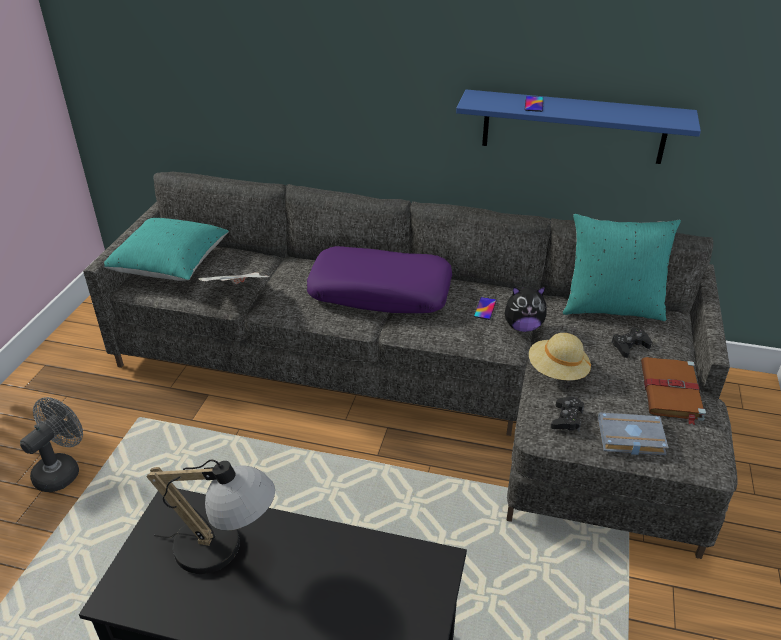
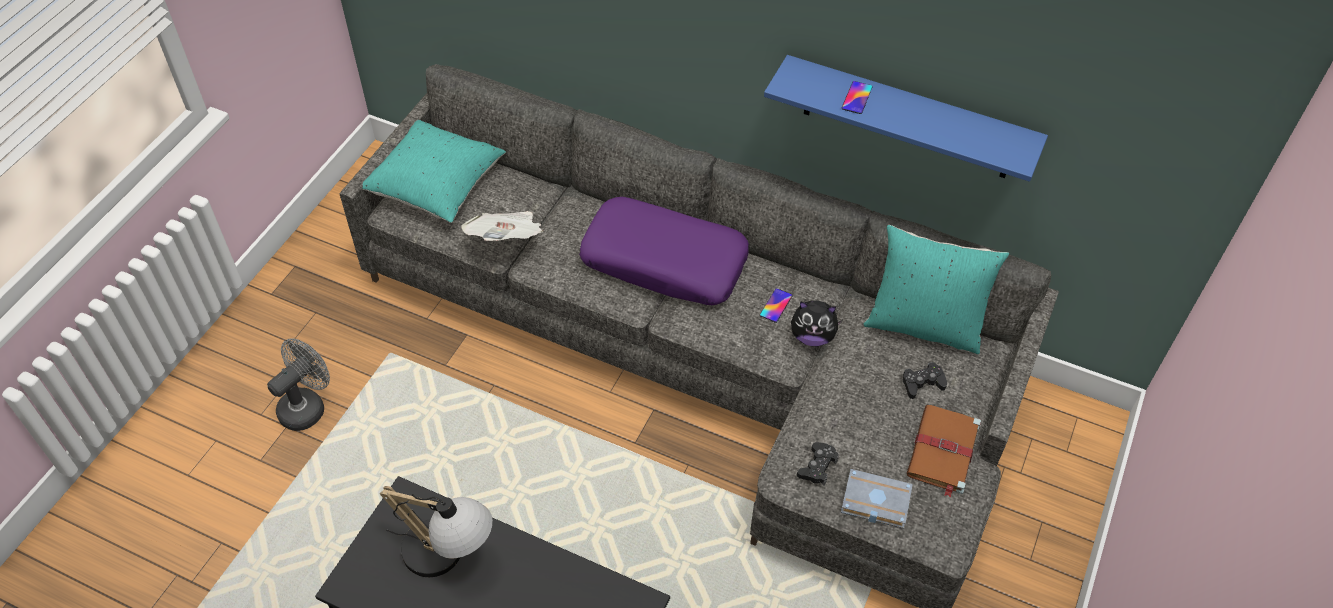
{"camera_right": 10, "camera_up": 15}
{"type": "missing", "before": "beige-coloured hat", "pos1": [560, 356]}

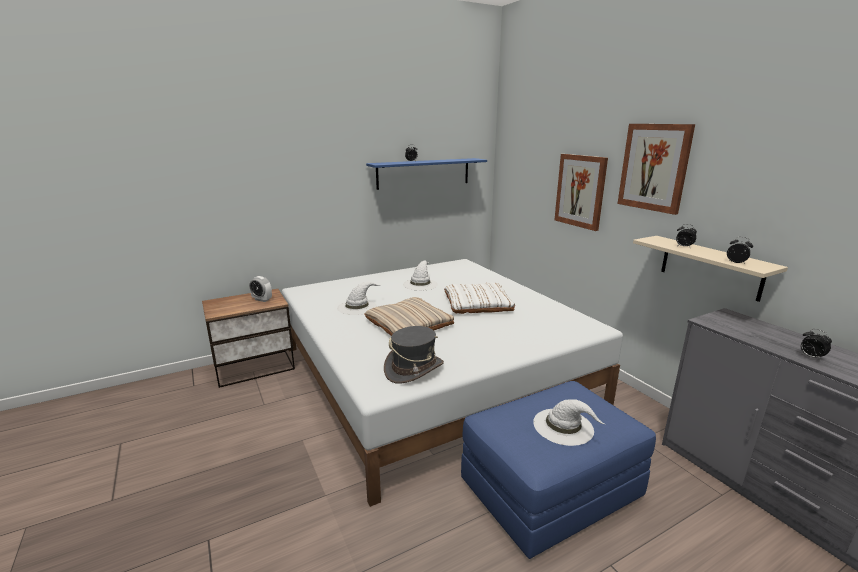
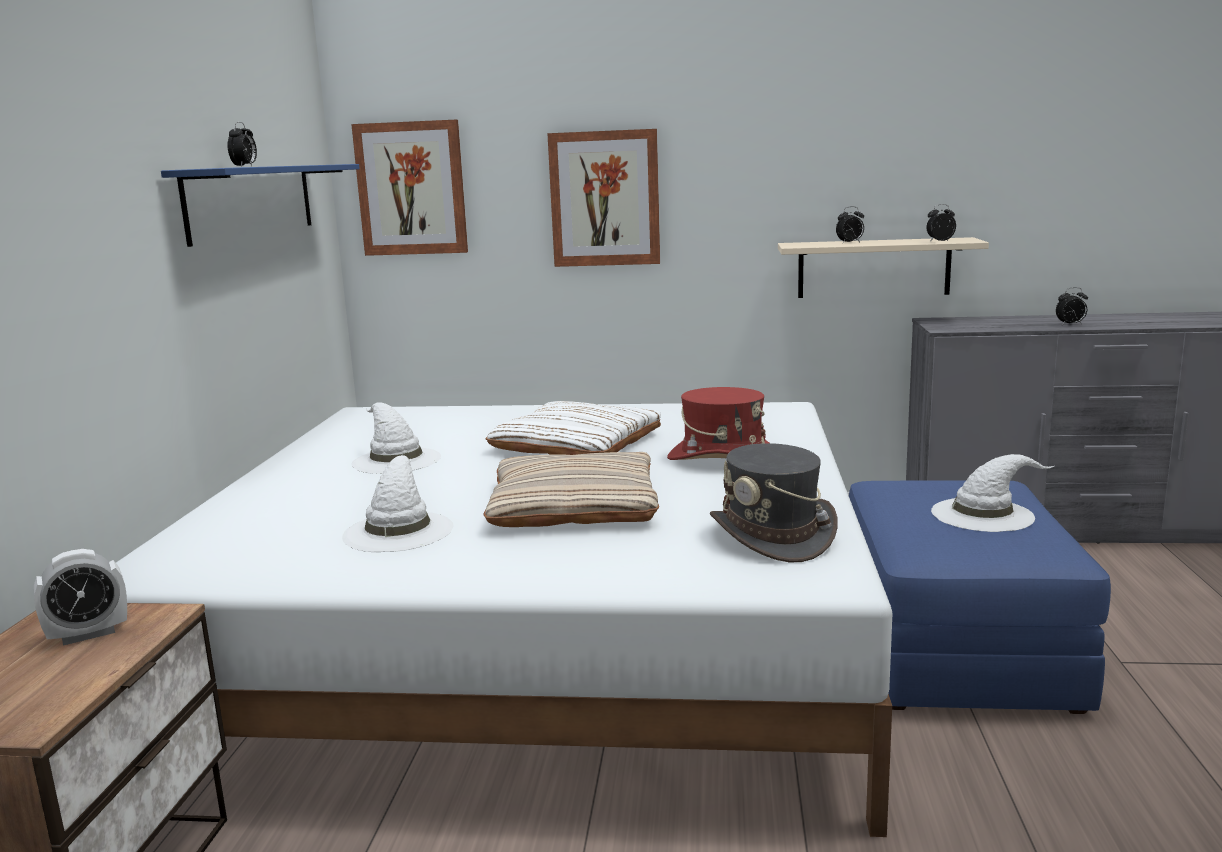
{"camera_right": -55, "camera_up": -5}
{"type": "relocated", "before": "wall art", "pos1": [656, 169], "pos2": [409, 188]}
{"type": "appeared", "after": "red-coloured hat", "pos2": [718, 423]}

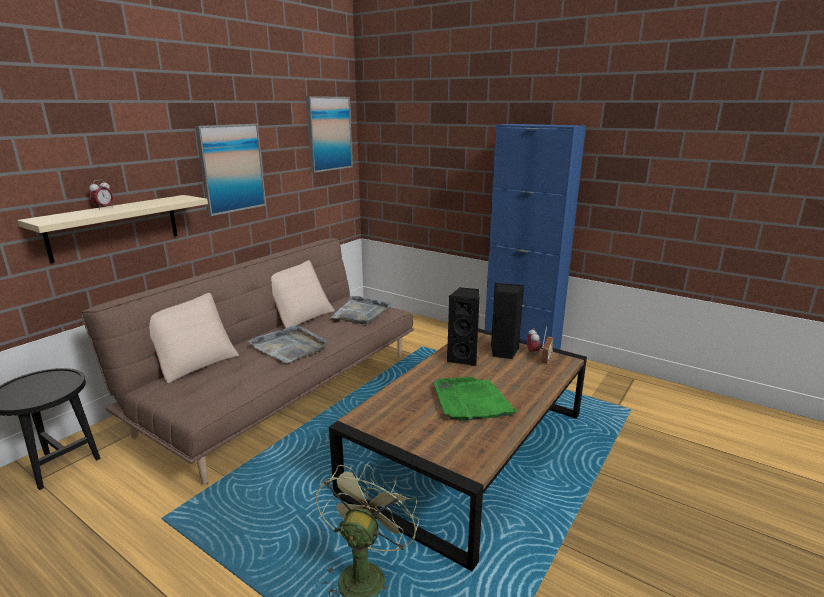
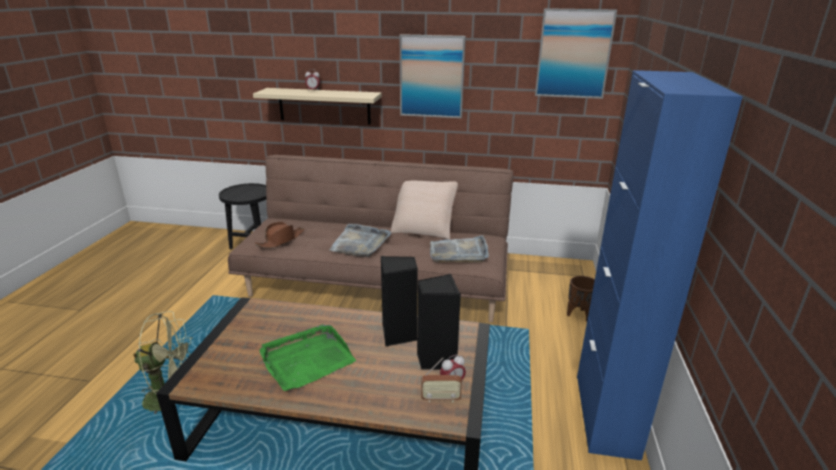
{"camera_right": 65, "camera_up": 5}
{"type": "appeared", "after": "brown hat", "pos2": [279, 235]}
{"type": "appeared", "after": "brown flower pot", "pos2": [581, 299]}
{"type": "missing", "before": "beige-coloured throw pillow", "pos1": [194, 338]}

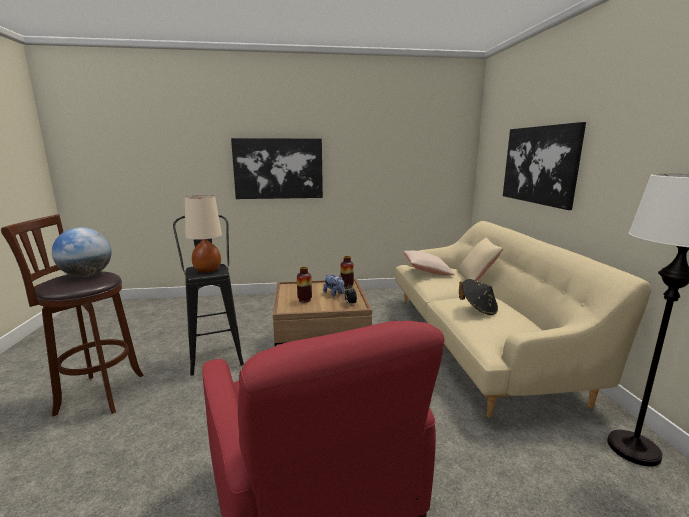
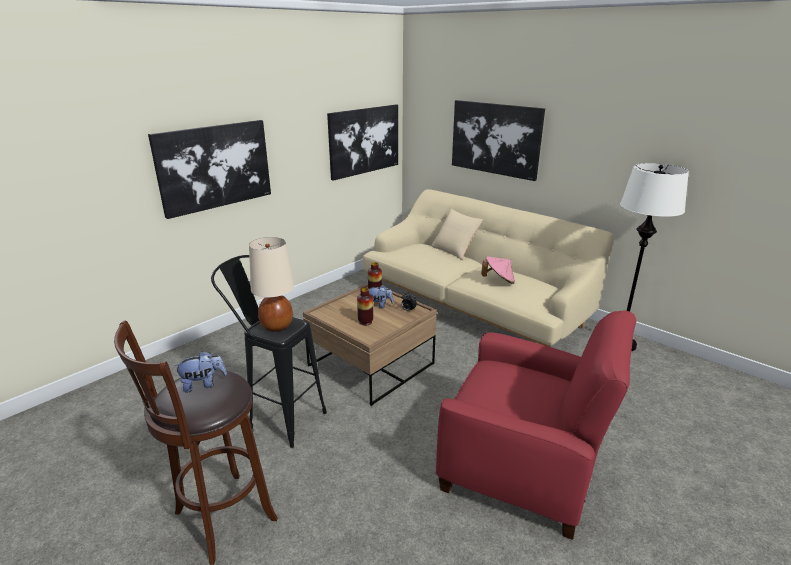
{"camera_right": -40, "camera_up": 10}
{"type": "exchanged", "before": "globe", "after": "plush toy", "pos1": [81, 252], "pos2": [200, 372]}
{"type": "appeared", "after": "wall art", "pos2": [362, 143]}
{"type": "colour", "before": "black-coloured hat", "after": "pink hat", "pos1": [478, 297], "pos2": [498, 270]}
{"type": "missing", "before": "beige-coloured throw pillow", "pos1": [429, 263]}

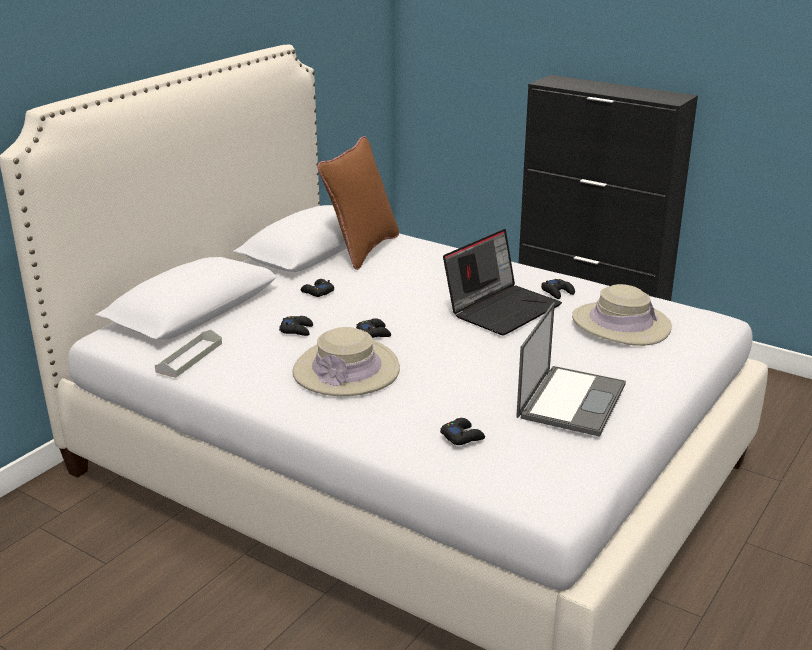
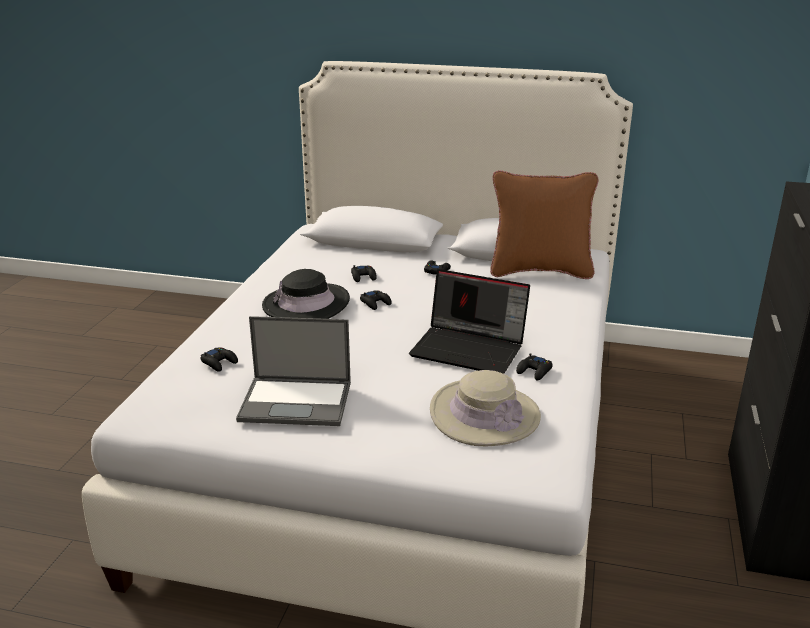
{"camera_right": 70, "camera_up": 0}
{"type": "colour", "before": "beige-coloured hat", "after": "black-coloured hat", "pos1": [346, 361], "pos2": [306, 294]}
{"type": "missing", "before": "grey tray", "pos1": [188, 354]}

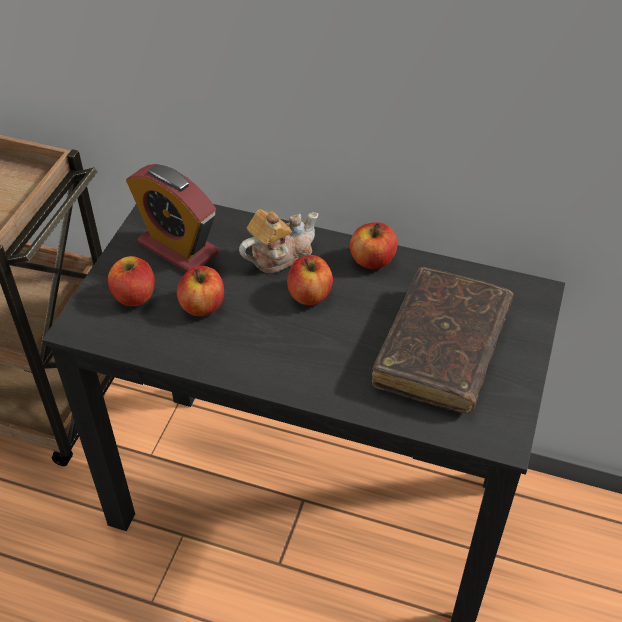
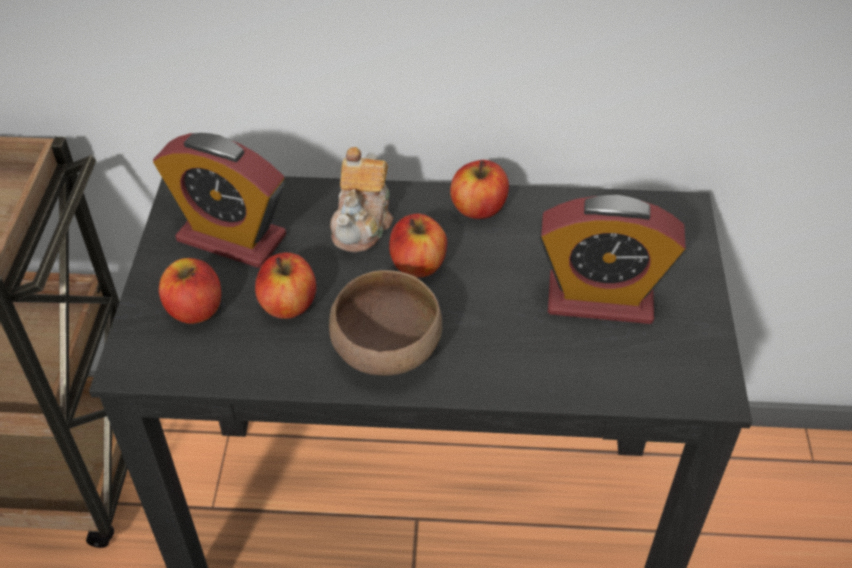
{"camera_right": -15, "camera_up": 0}
{"type": "appeared", "after": "brown deep dish", "pos2": [385, 323]}
{"type": "spun", "before": "tea pot", "pos1": [279, 241], "pos2": [362, 199], "turn": 150}
{"type": "exchanged", "before": "brown book", "after": "bedside clock", "pos1": [442, 340], "pos2": [612, 259]}

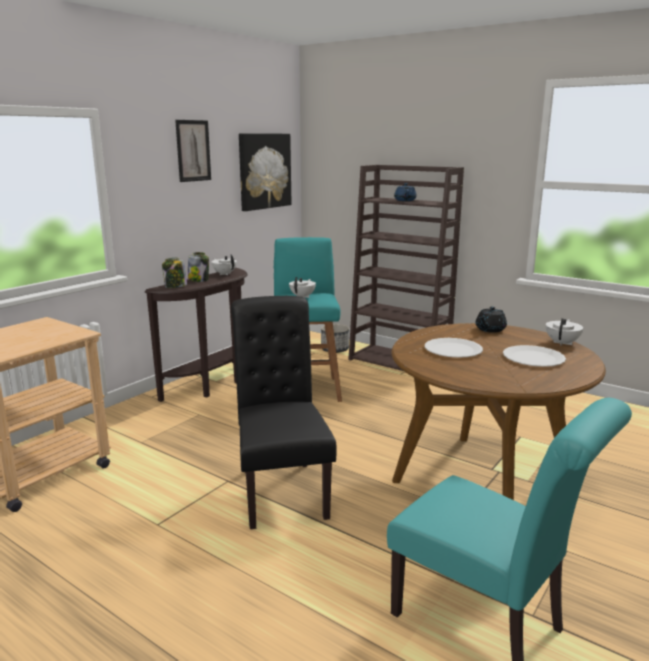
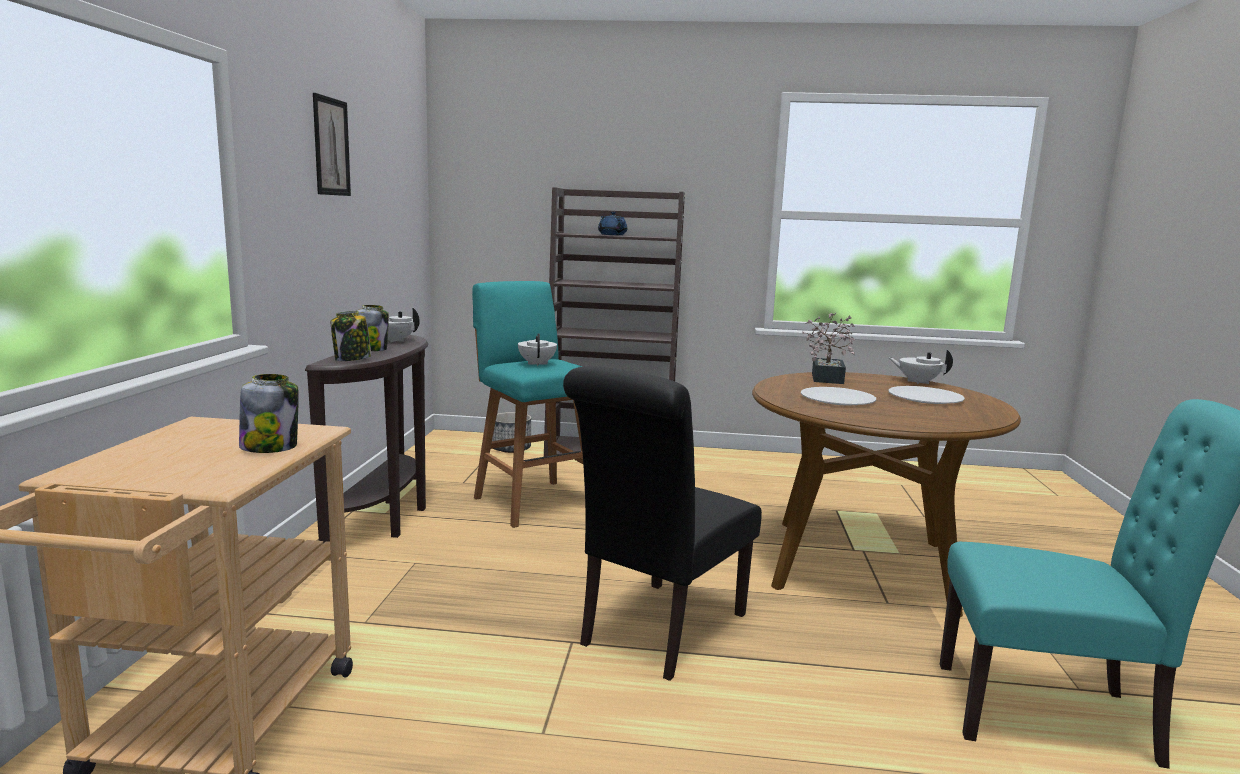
{"camera_right": -30, "camera_up": -5}
{"type": "appeared", "after": "storage jar", "pos2": [269, 413]}
{"type": "spun", "before": "black-coloured upright chair", "pos1": [283, 412], "pos2": [662, 524], "turn": -105}
{"type": "exchanged", "before": "black-coloured tea pot", "after": "houseplant", "pos1": [491, 320], "pos2": [828, 348]}
{"type": "spun", "before": "white tea pot", "pos1": [564, 332], "pos2": [920, 367], "turn": -60}
{"type": "missing", "before": "wall art", "pos1": [265, 172]}

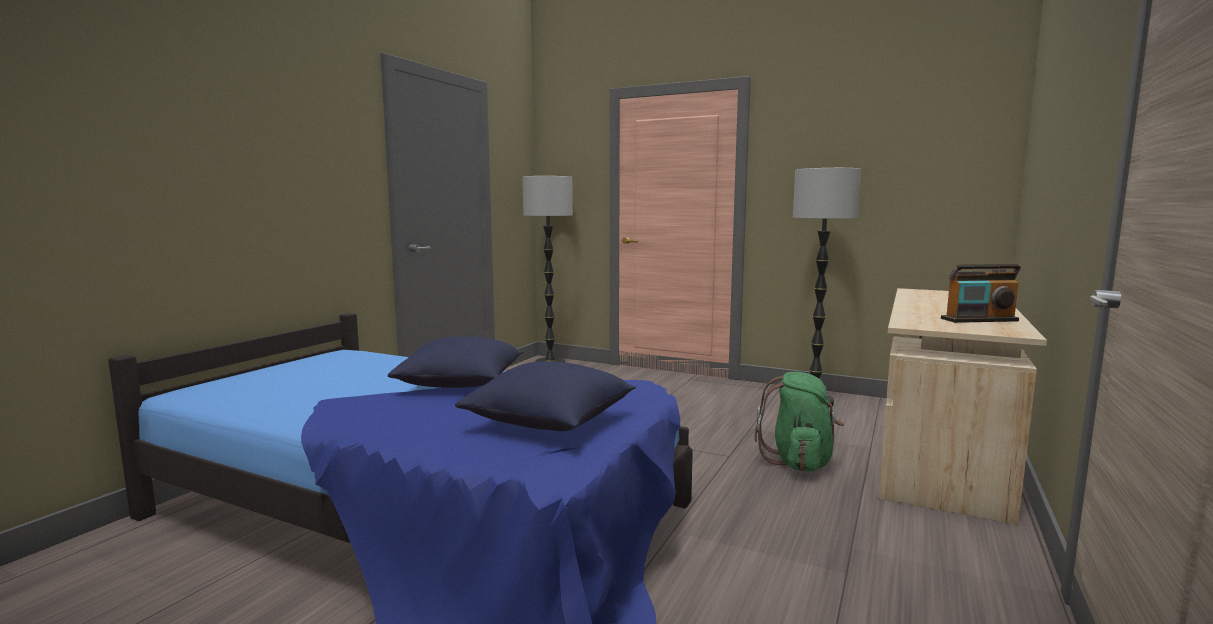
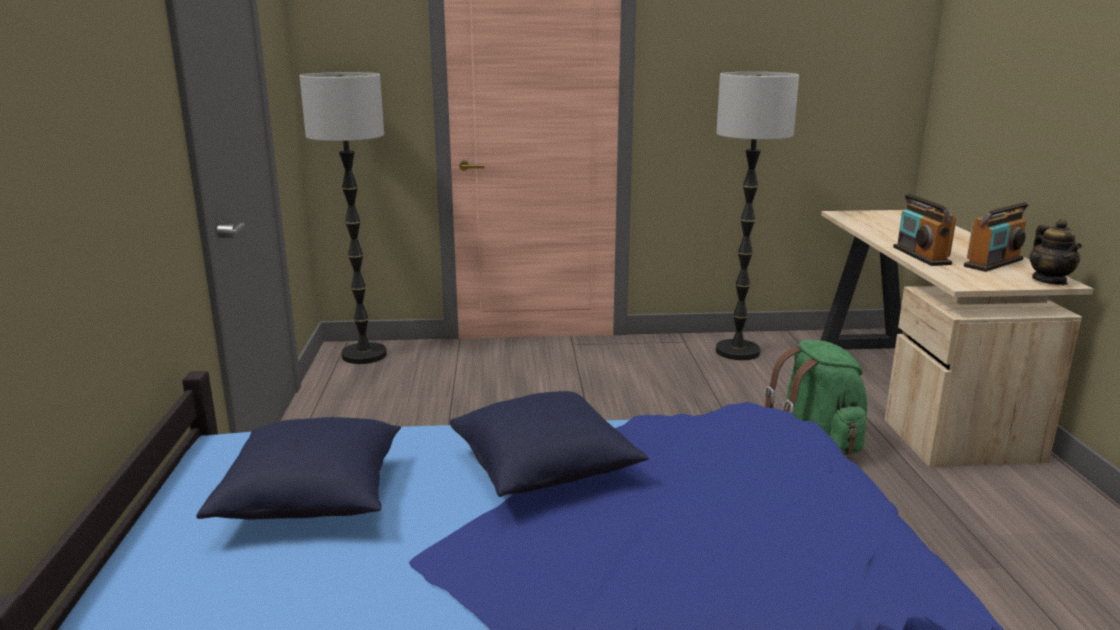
{"camera_right": -30, "camera_up": 10}
{"type": "relocated", "before": "blue throw pillow", "pos1": [545, 396], "pos2": [298, 468]}
{"type": "appeared", "after": "radio set", "pos2": [924, 229]}
{"type": "appeared", "after": "tea pot", "pos2": [1056, 252]}

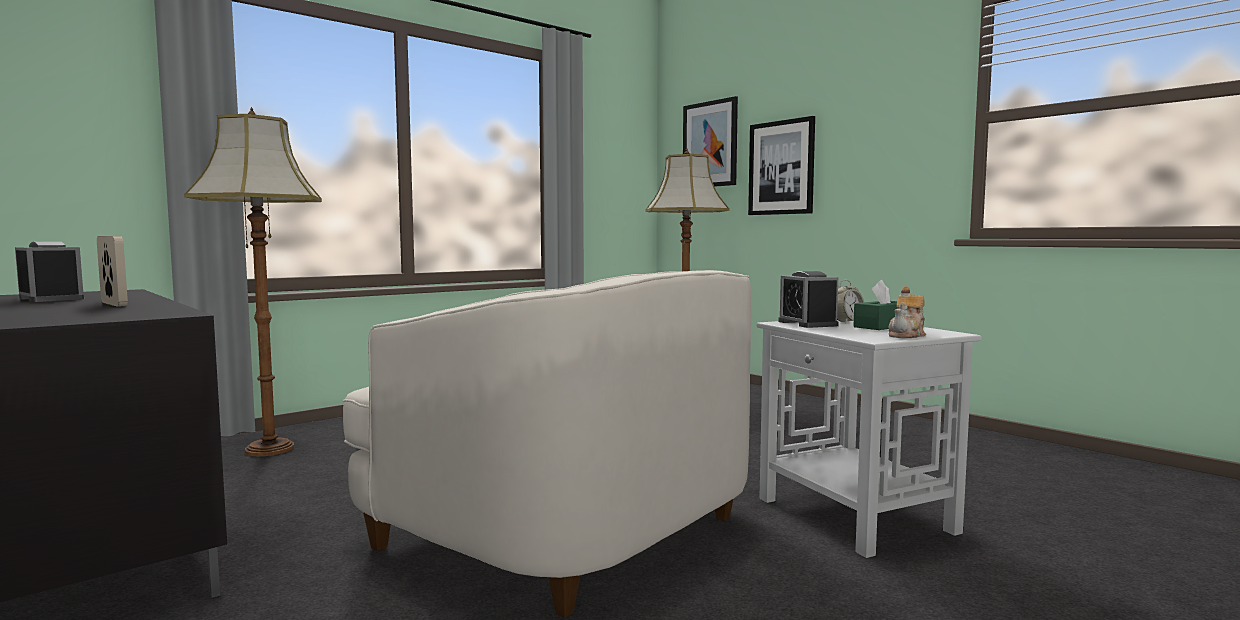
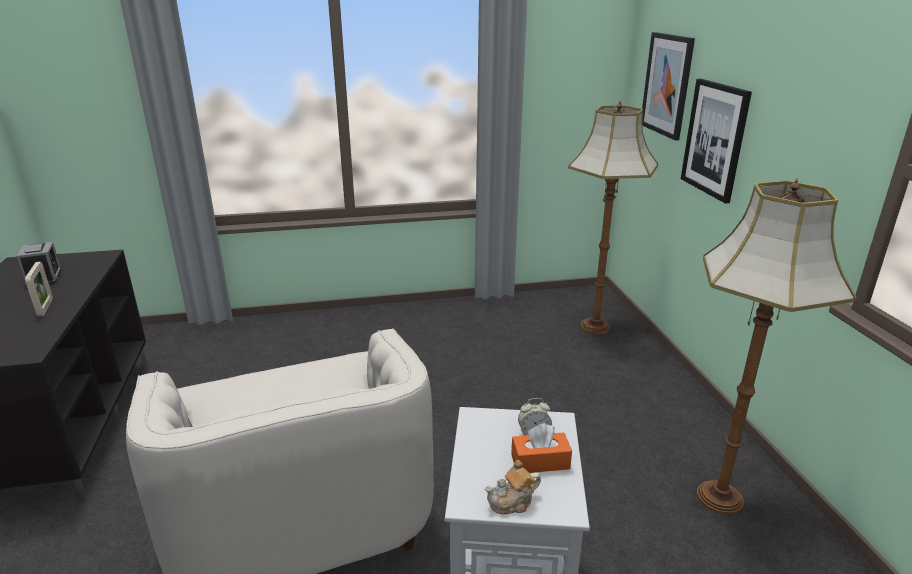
{"camera_right": 30, "camera_up": 20}
{"type": "colour", "before": "greenish tissue holder", "after": "orange-coloured tissue holder", "pos1": [875, 305], "pos2": [541, 448]}
{"type": "relocated", "before": "floor lamp", "pos1": [253, 281], "pos2": [777, 346]}
{"type": "missing", "before": "bedside clock", "pos1": [809, 299]}

